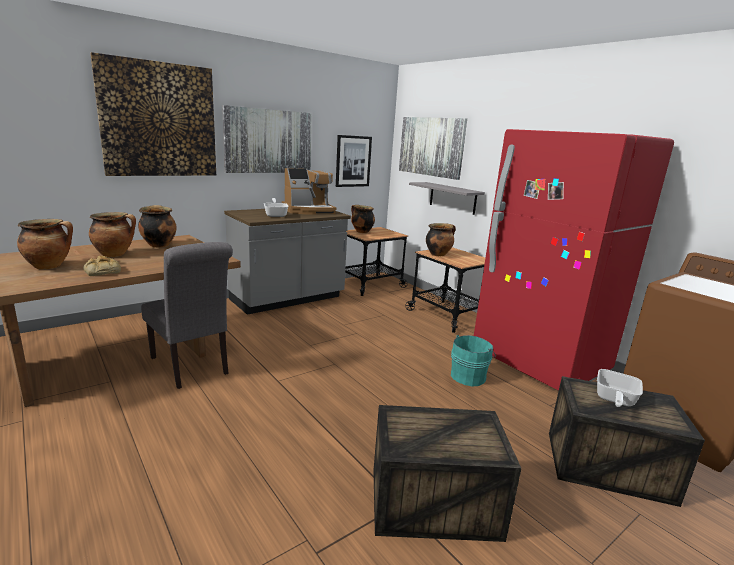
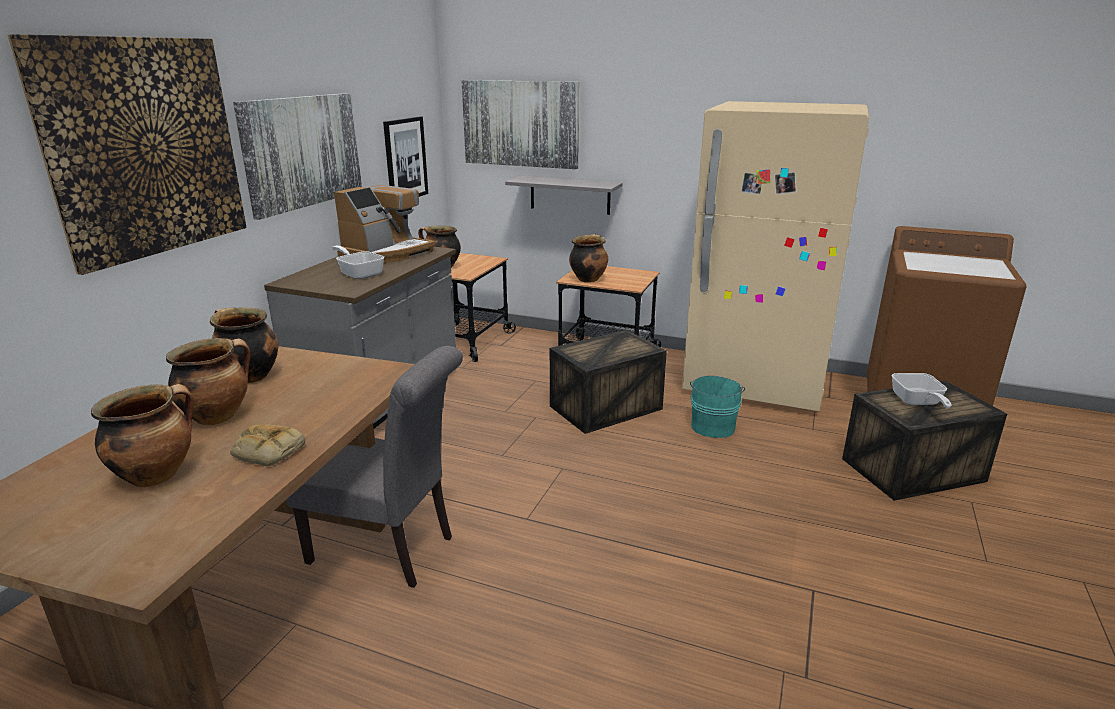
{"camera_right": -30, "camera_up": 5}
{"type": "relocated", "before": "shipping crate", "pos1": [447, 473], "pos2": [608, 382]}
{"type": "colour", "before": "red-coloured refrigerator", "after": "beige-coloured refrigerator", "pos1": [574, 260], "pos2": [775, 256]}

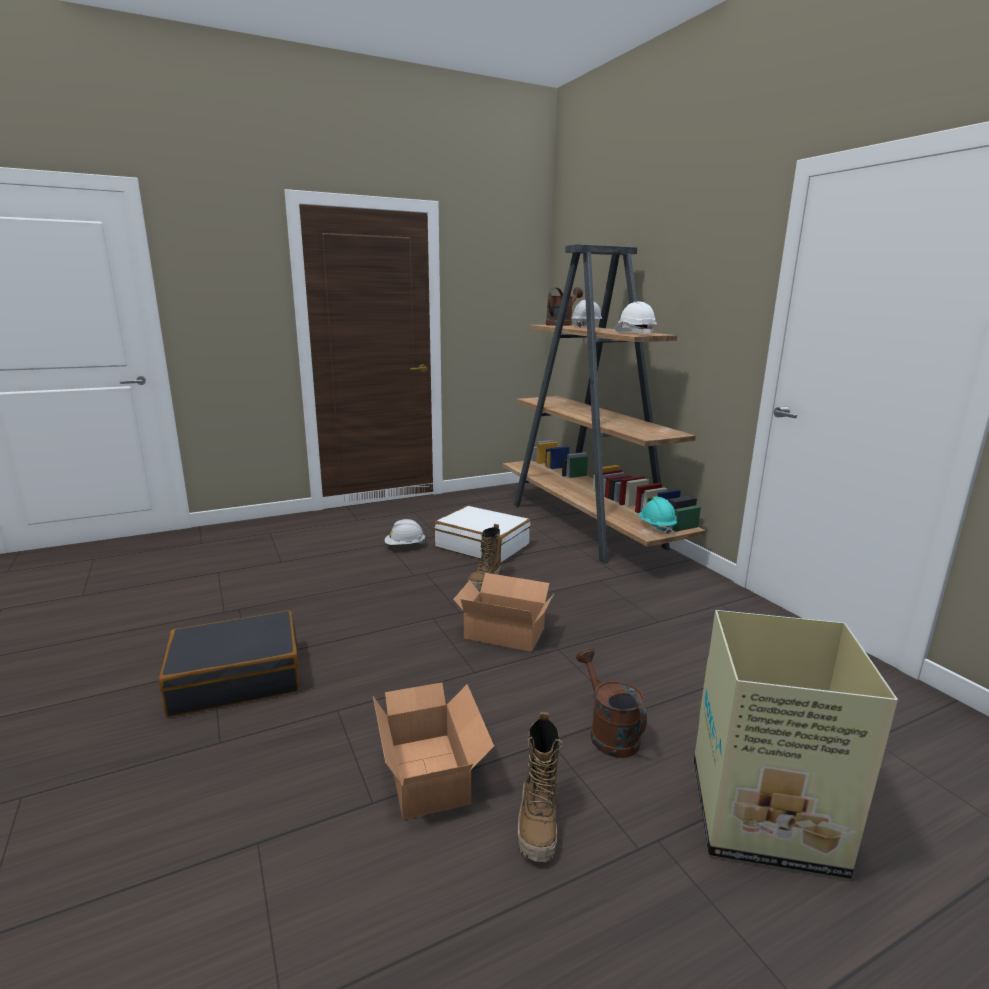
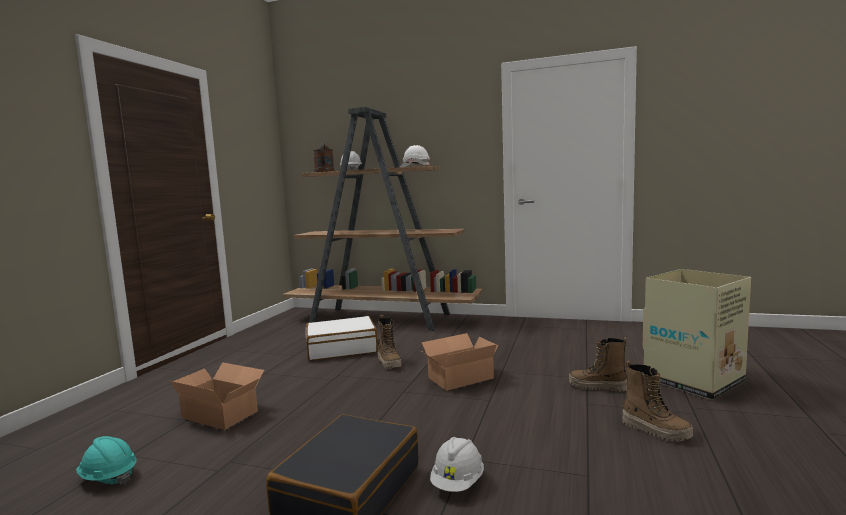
{"camera_right": -45, "camera_up": -10}
{"type": "relocated", "before": "turquoise-coloured hard hat", "pos1": [657, 515], "pos2": [106, 460]}
{"type": "relocated", "before": "carton", "pos1": [433, 751], "pos2": [217, 396]}
{"type": "relocated", "before": "white hard hat", "pos1": [405, 532], "pos2": [457, 464]}
{"type": "exchanged", "before": "brown watering can", "after": "boot", "pos1": [611, 703], "pos2": [598, 364]}

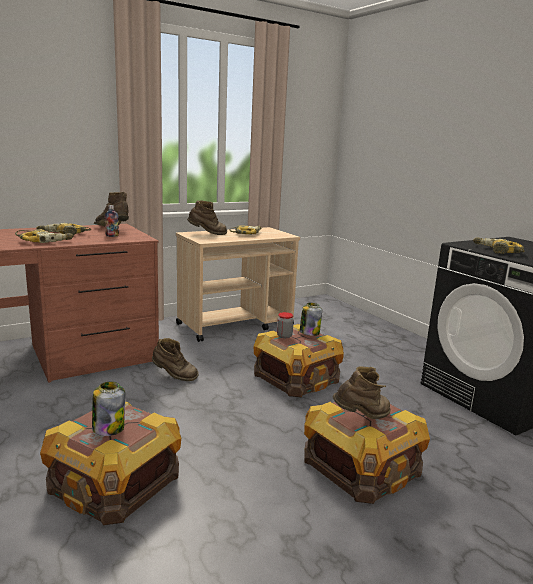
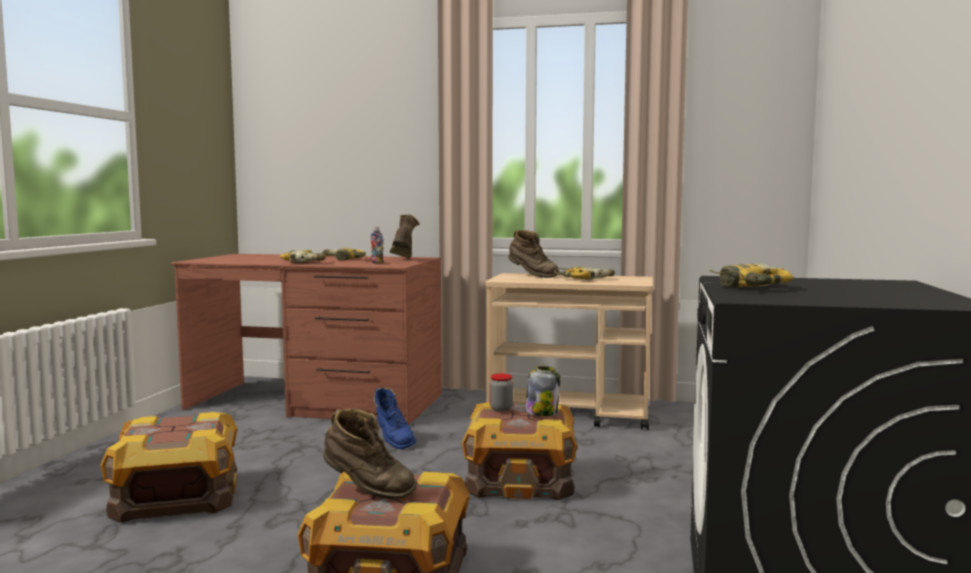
{"camera_right": 45, "camera_up": -10}
{"type": "colour", "before": "brown boot", "after": "blue boot", "pos1": [175, 359], "pos2": [394, 418]}
{"type": "missing", "before": "storage jar", "pos1": [108, 408]}

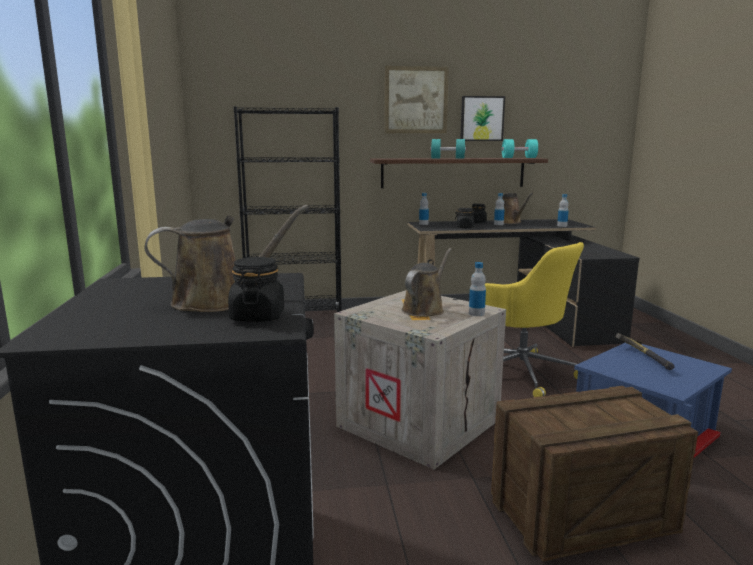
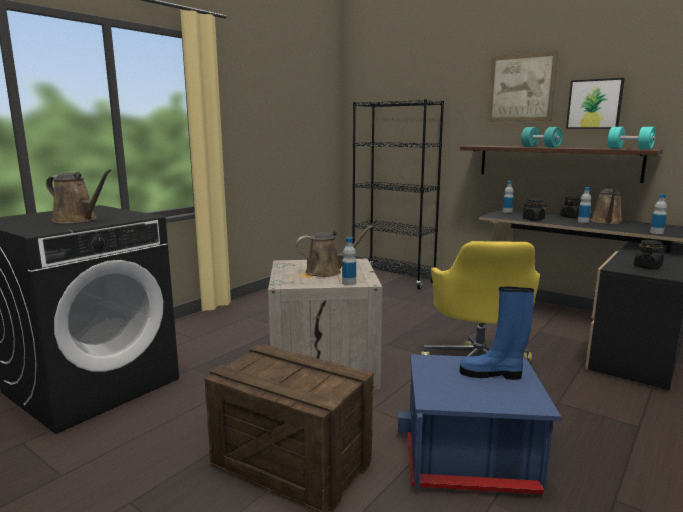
{"camera_right": 45, "camera_up": 0}
{"type": "exchanged", "before": "tool hammer", "after": "blue boot", "pos1": [645, 351], "pos2": [497, 333]}
{"type": "relocated", "before": "black-coloured storage jar", "pos1": [256, 289], "pos2": [649, 254]}

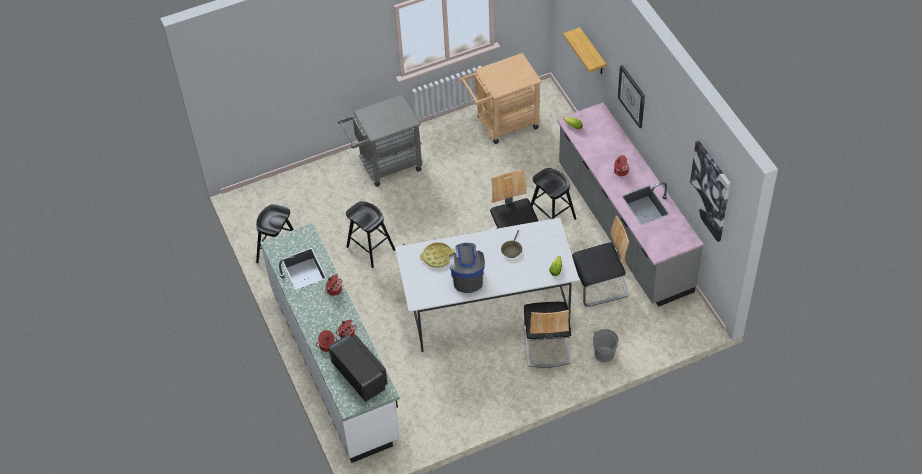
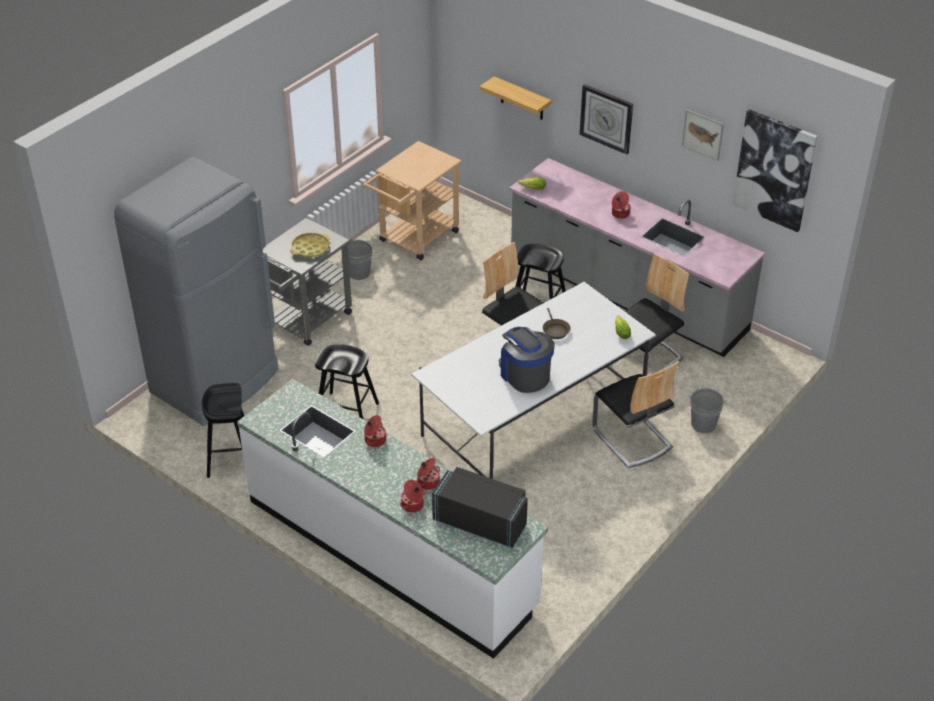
{"camera_right": -30, "camera_up": -10}
{"type": "appeared", "after": "grey refrigerator", "pos2": [196, 291]}
{"type": "relocated", "before": "yellow-coloured tray", "pos1": [438, 255], "pos2": [310, 245]}
{"type": "appeared", "after": "grey water bucket", "pos2": [360, 259]}
{"type": "appeared", "after": "wall art", "pos2": [703, 134]}

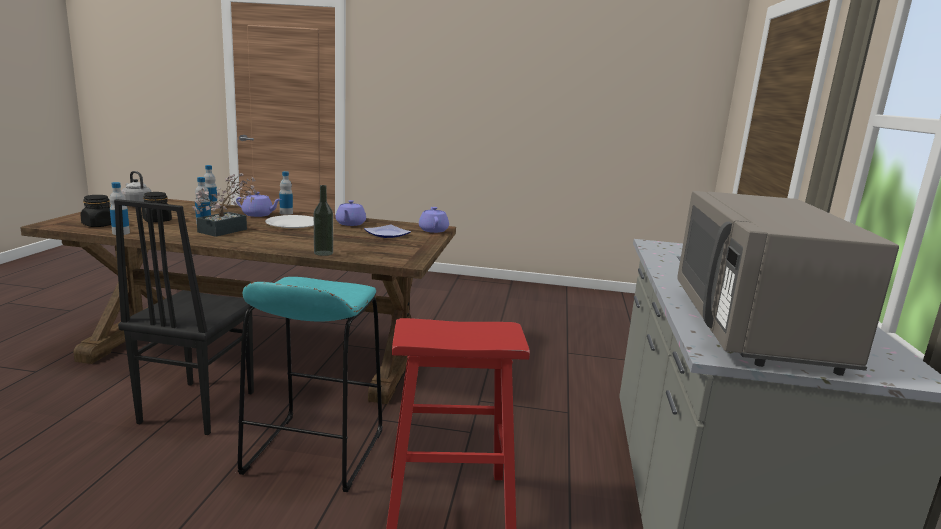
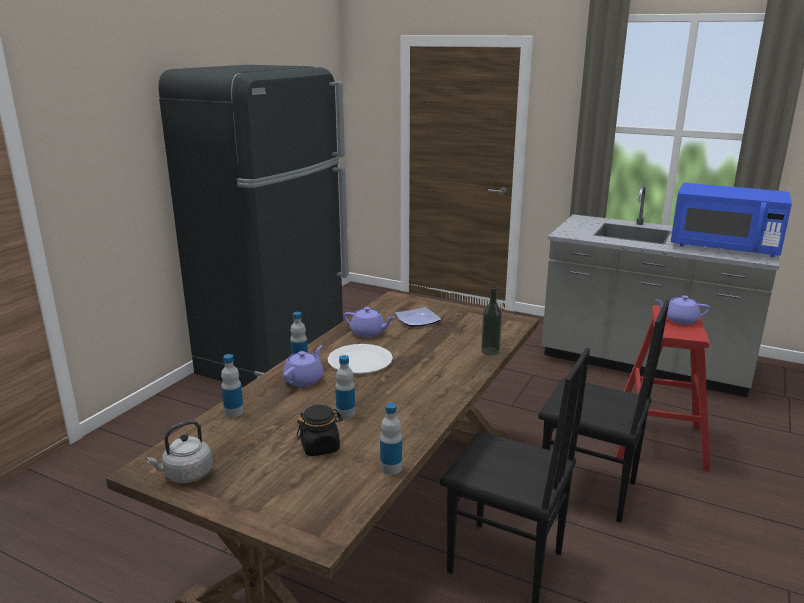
{"camera_right": -70, "camera_up": 5}
{"type": "appeared", "after": "black-coloured refrigerator", "pos2": [253, 226]}
{"type": "exchanged", "before": "turquoise-coloured sitting stool", "after": "black-coloured upright chair", "pos1": [310, 384], "pos2": [604, 411]}
{"type": "relocated", "before": "purplish tea pot", "pos1": [434, 220], "pos2": [682, 310]}
{"type": "colour", "before": "grey microwave", "after": "blue microwave", "pos1": [788, 283], "pos2": [731, 220]}
{"type": "missing", "before": "black-coloured storage jar", "pos1": [96, 211]}
{"type": "missing", "before": "houseplant", "pos1": [225, 205]}

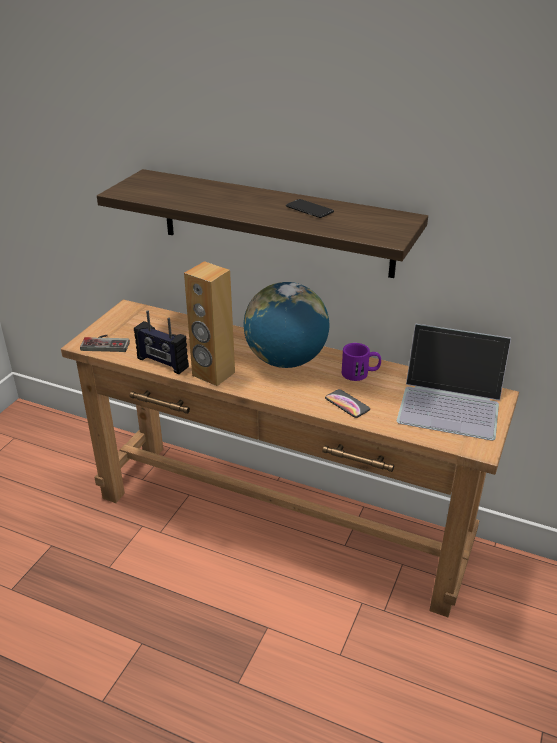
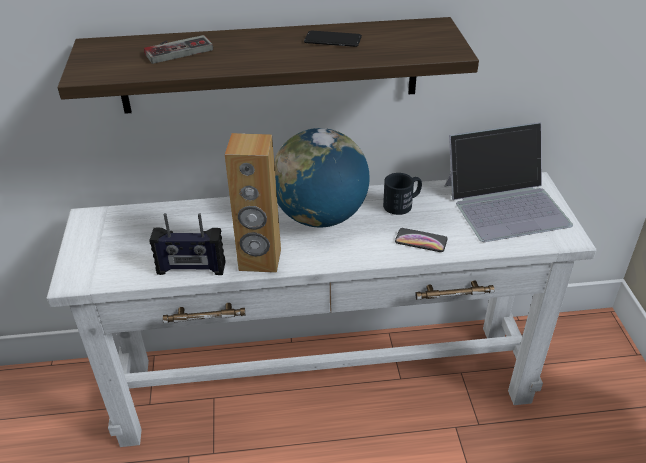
{"camera_right": -30, "camera_up": 5}
{"type": "colour", "before": "brown console table", "after": "white console table", "pos1": [290, 458], "pos2": [322, 309]}
{"type": "relocated", "before": "joypad", "pos1": [105, 343], "pos2": [178, 49]}
{"type": "colour", "before": "purplish mug", "after": "black-coloured mug", "pos1": [361, 362], "pos2": [402, 194]}

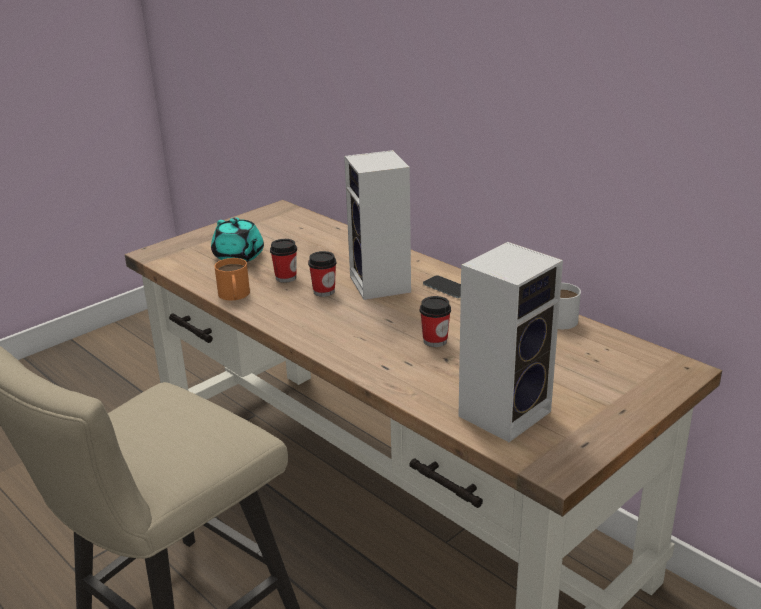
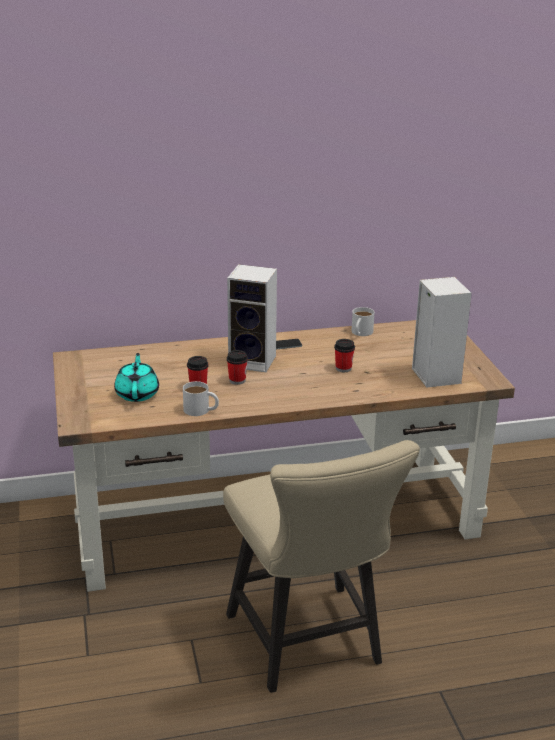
{"camera_right": -60, "camera_up": 0}
{"type": "spun", "before": "turquoise-coloured tea pot", "pos1": [237, 239], "pos2": [136, 377], "turn": -90}
{"type": "colour", "before": "orange-coloured mug", "after": "white mug", "pos1": [232, 279], "pos2": [201, 398]}

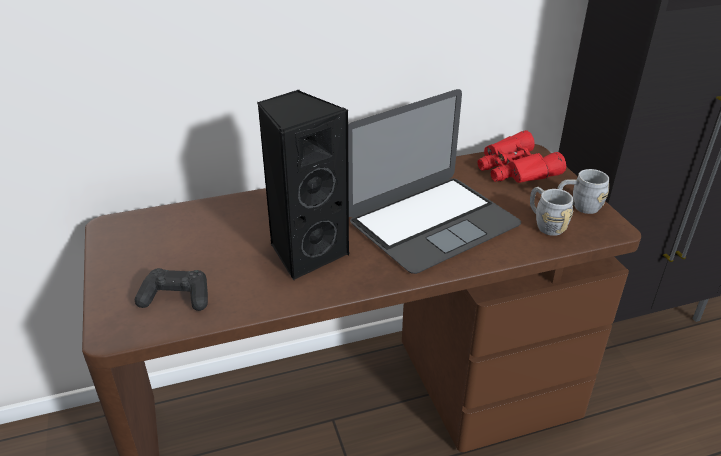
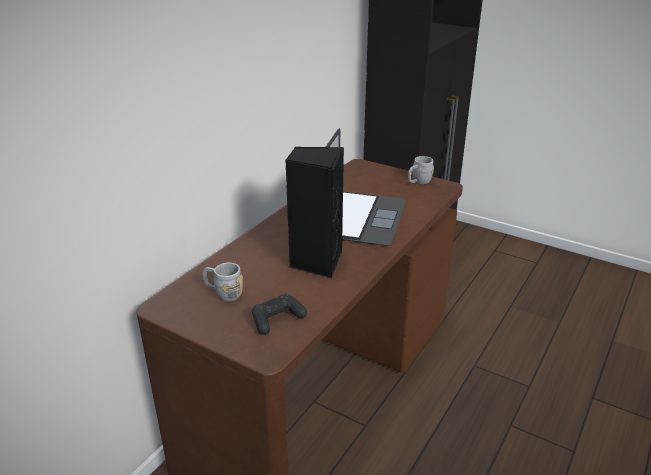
{"camera_right": -40, "camera_up": -5}
{"type": "relocated", "before": "grey mug", "pos1": [551, 211], "pos2": [222, 282]}
{"type": "missing", "before": "red-coloured pair of binoculars", "pos1": [522, 156]}

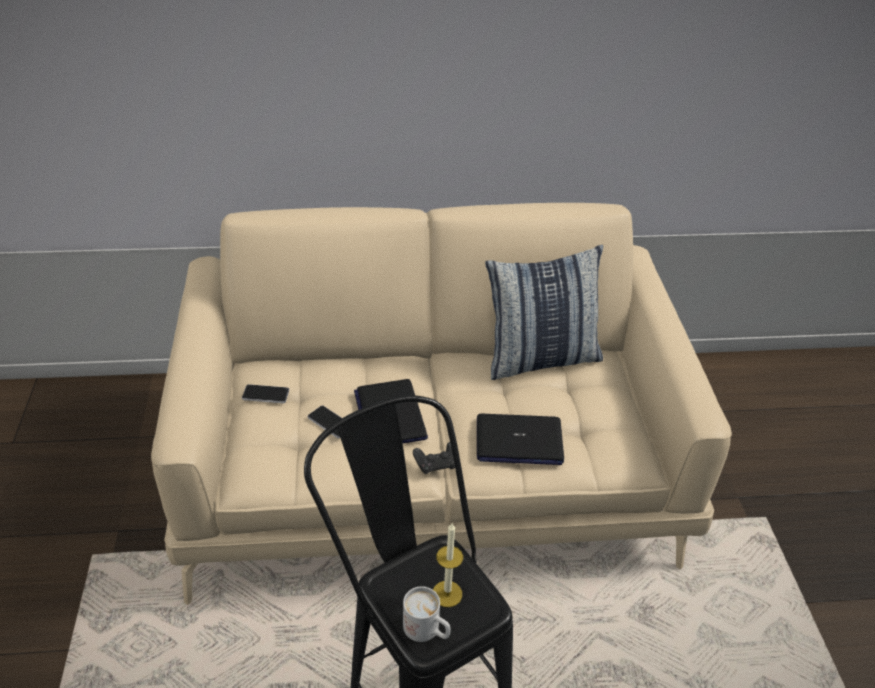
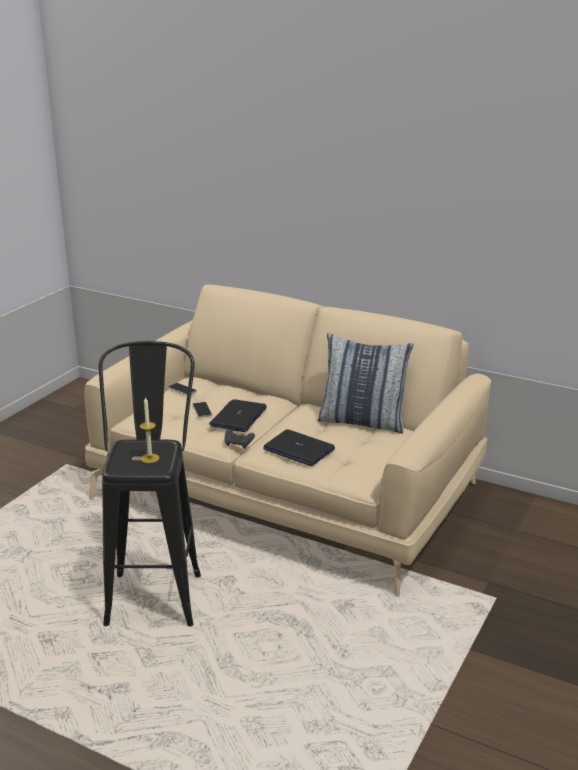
{"camera_right": 35, "camera_up": -15}
{"type": "missing", "before": "white mug", "pos1": [426, 614]}

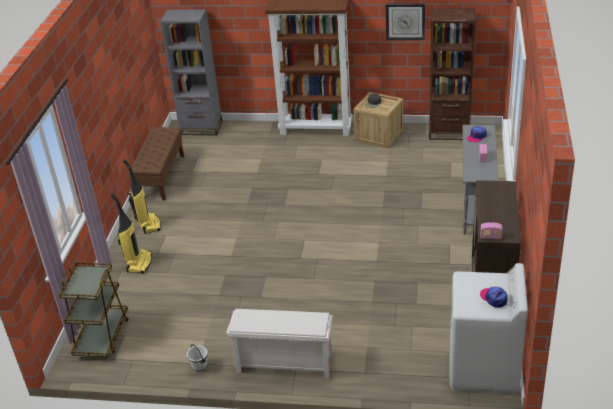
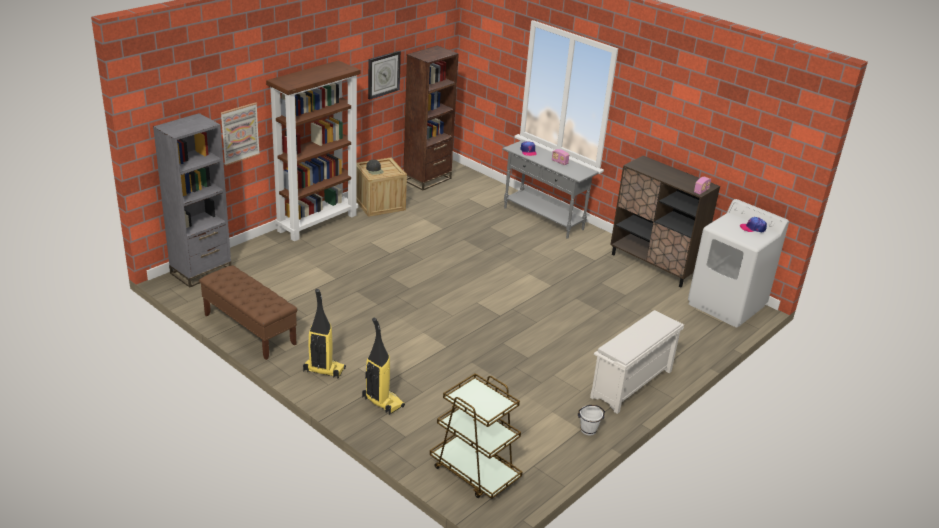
{"camera_right": -60, "camera_up": -5}
{"type": "appeared", "after": "wall art", "pos2": [240, 134]}

